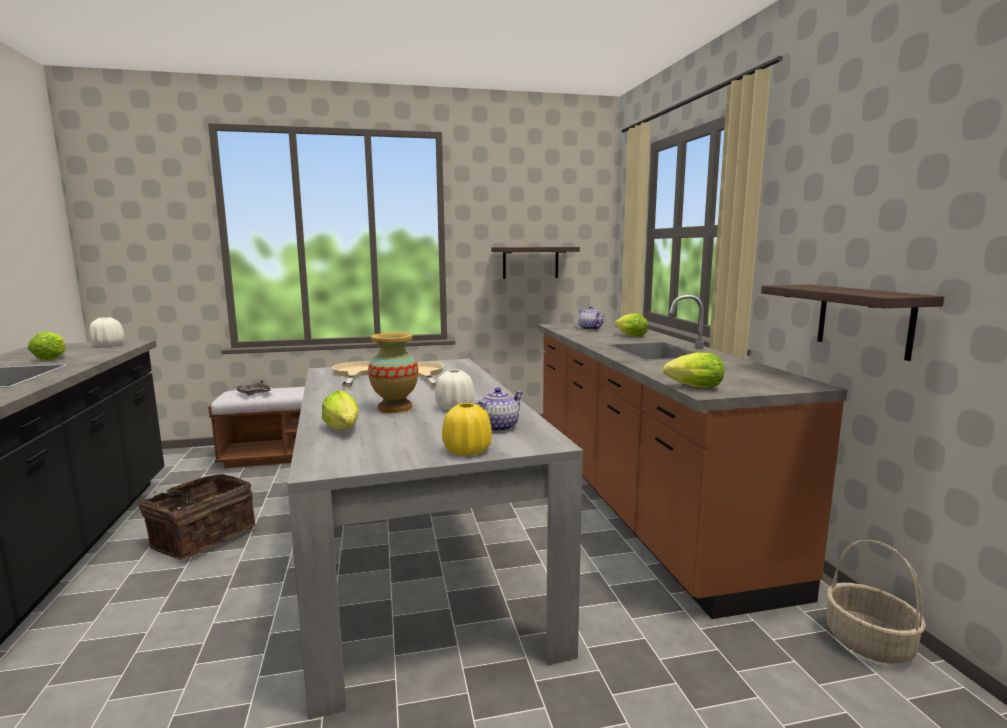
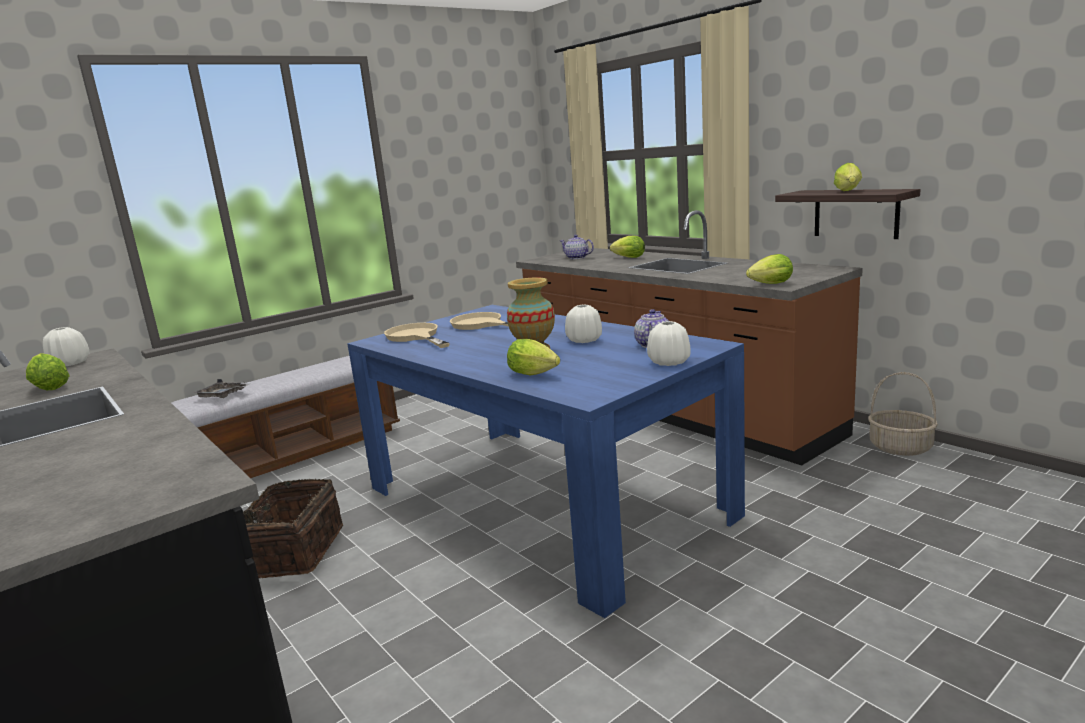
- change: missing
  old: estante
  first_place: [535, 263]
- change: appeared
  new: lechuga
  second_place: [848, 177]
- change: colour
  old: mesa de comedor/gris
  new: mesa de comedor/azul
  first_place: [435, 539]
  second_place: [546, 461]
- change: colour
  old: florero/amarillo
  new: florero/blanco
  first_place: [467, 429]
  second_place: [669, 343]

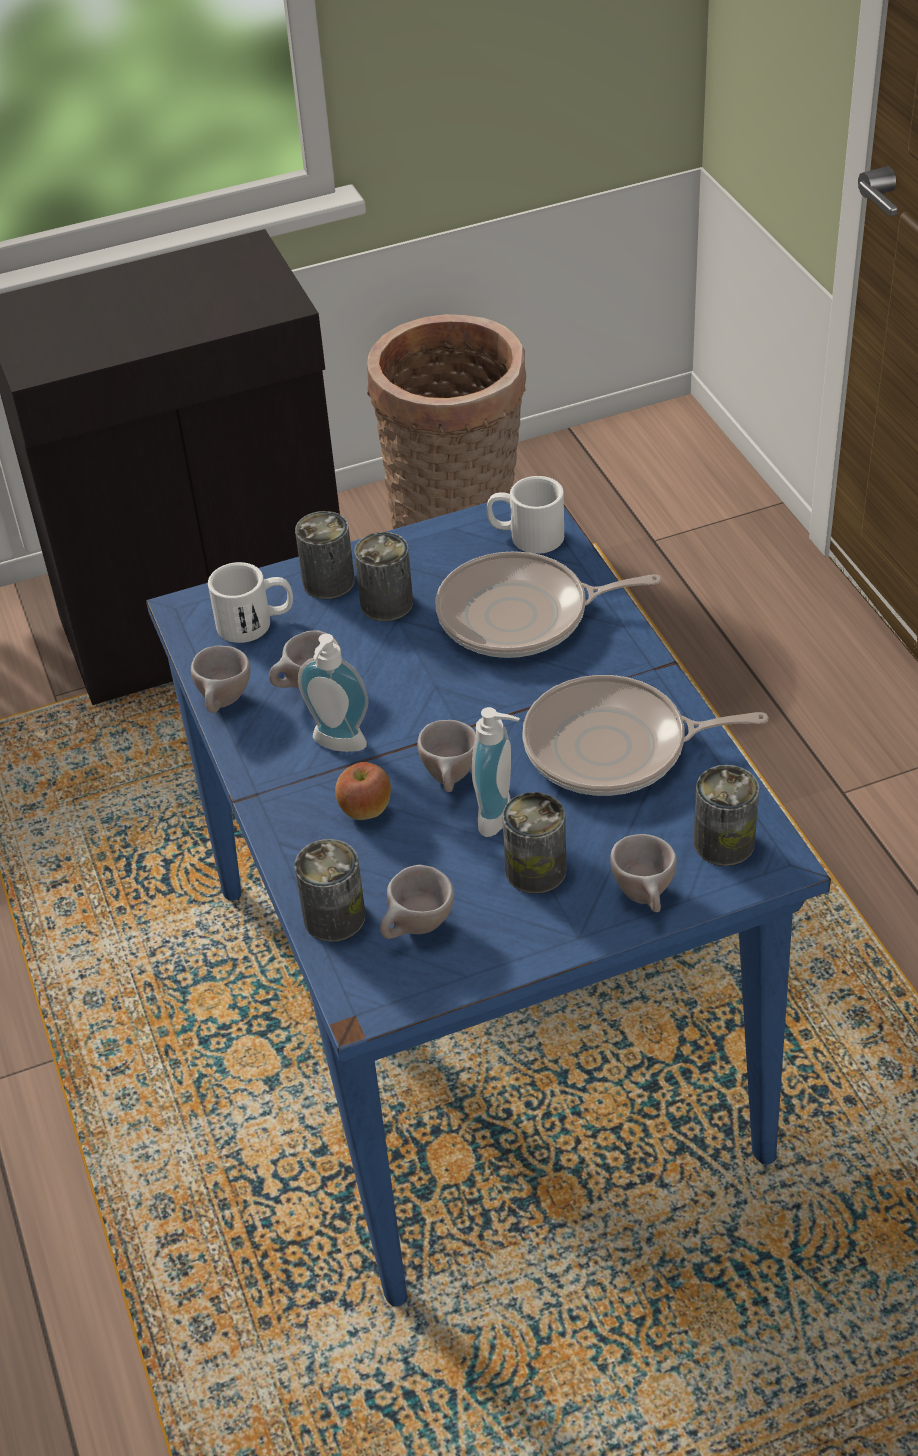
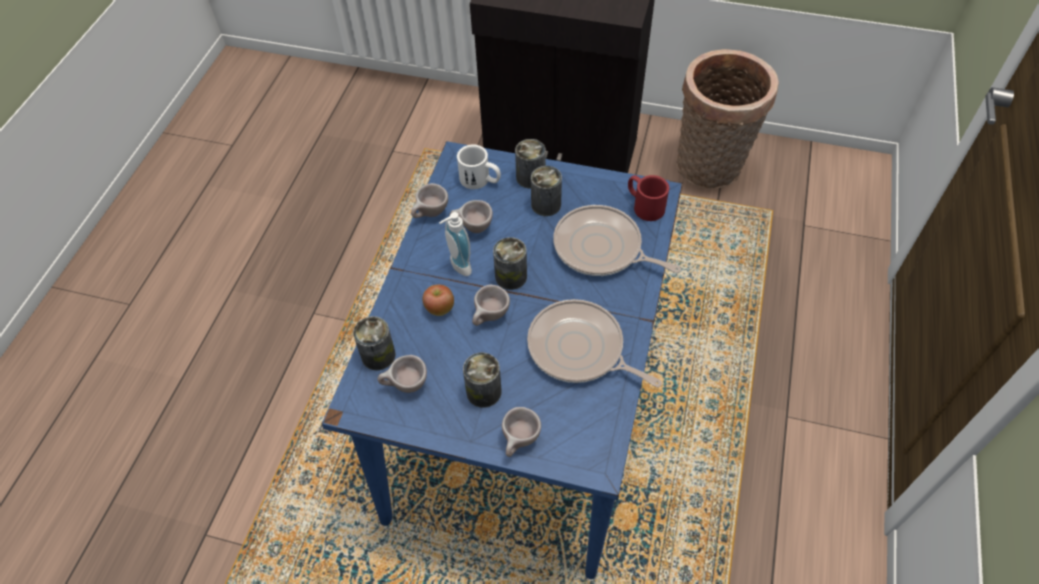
- change: missing
  old: dispensador de jabón
  first_place: [496, 772]
- change: relocated
  old: lata
  first_place: [726, 815]
  second_place: [510, 263]
- change: colour
  old: taza grande/blanco
  new: taza grande/rojo
  first_place: [525, 515]
  second_place: [648, 198]

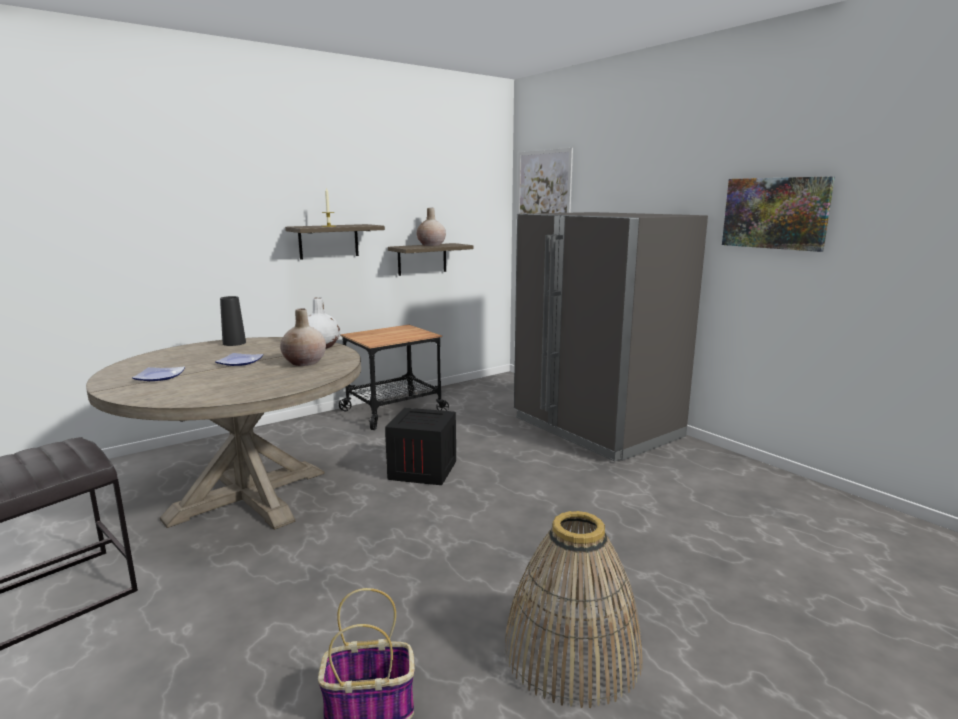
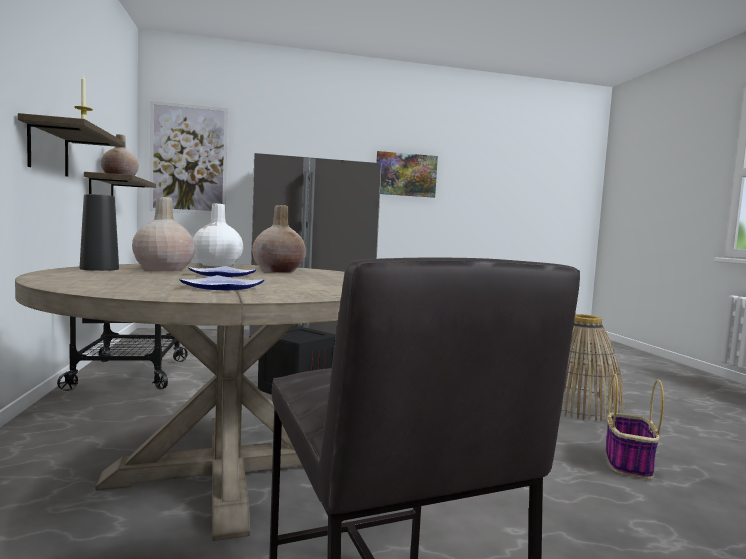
- change: appeared
  new: florero/beis
  second_place: [163, 234]

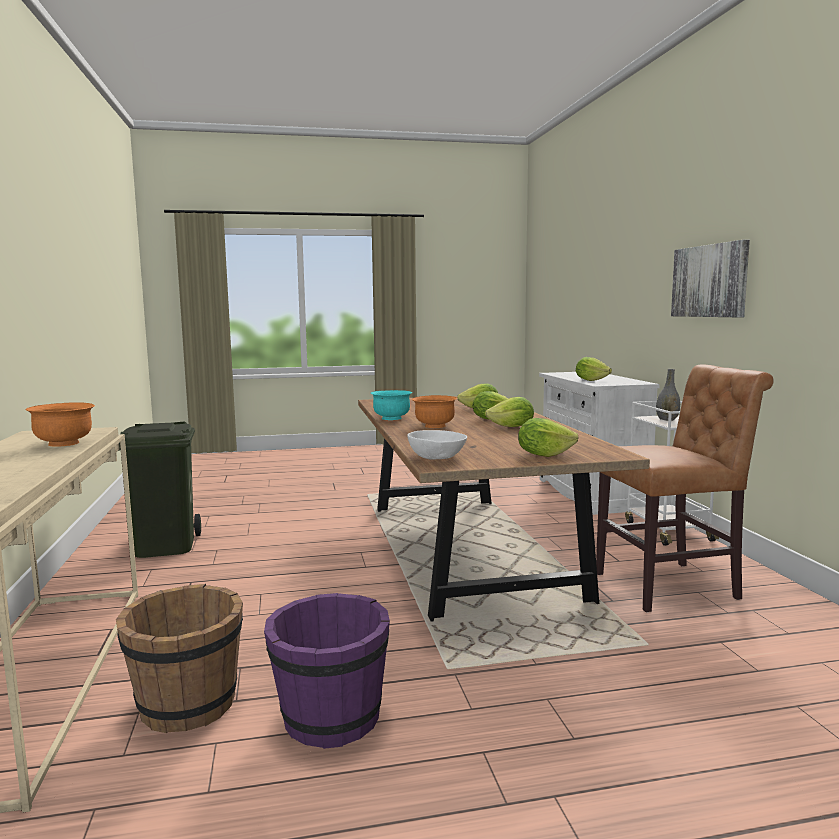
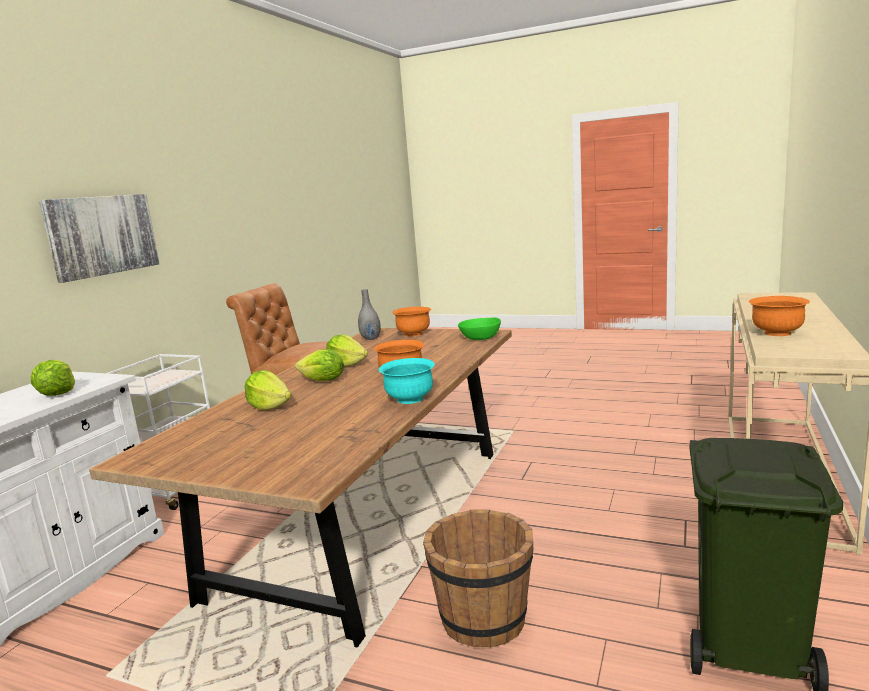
- change: missing
  old: cubo/morado
  first_place: [327, 671]
- change: relocated
  old: cubo/marrón
  first_place: [179, 658]
  second_place: [478, 578]
- change: relocated
  old: florero/gris
  first_place: [668, 395]
  second_place: [369, 314]
- change: exchanged
  old: lechuga
  new: cuenco/naranja
  first_place: [548, 437]
  second_place: [411, 321]
- change: colour
  old: cuenco/blanco
  new: cuenco/verde
  first_place: [437, 444]
  second_place: [479, 328]

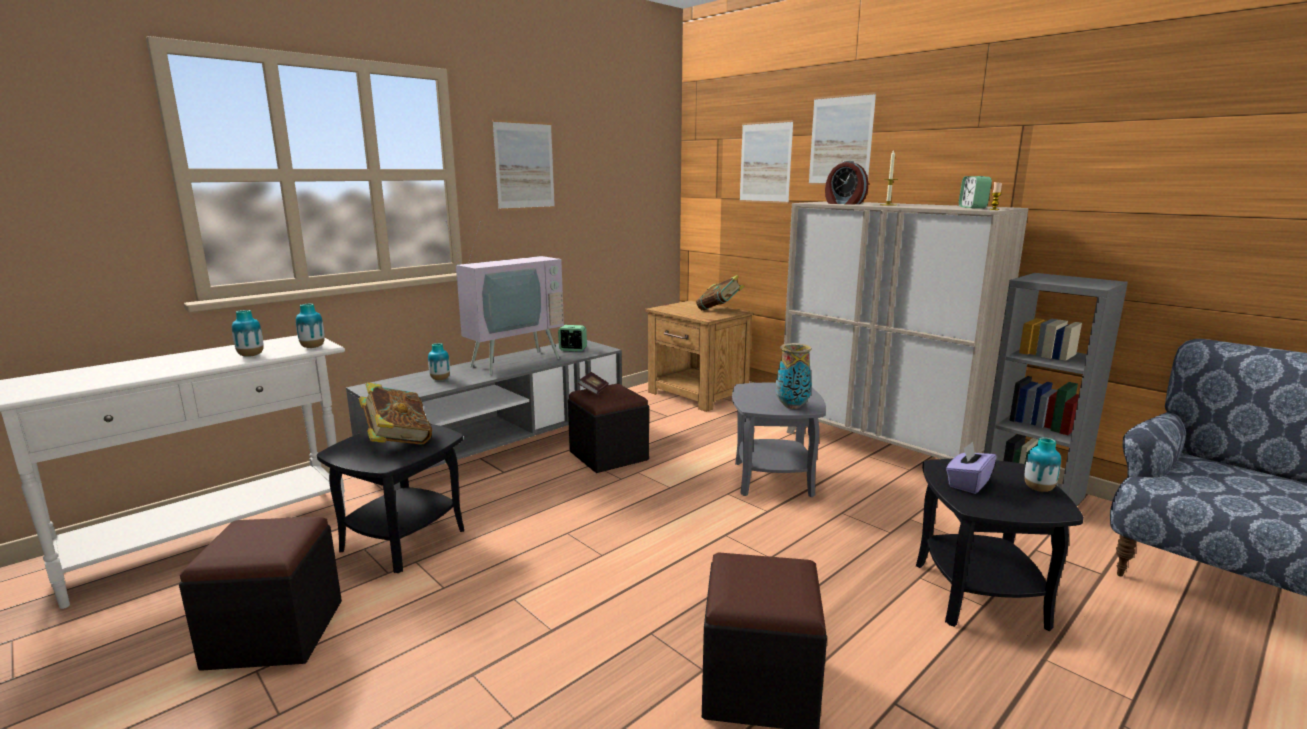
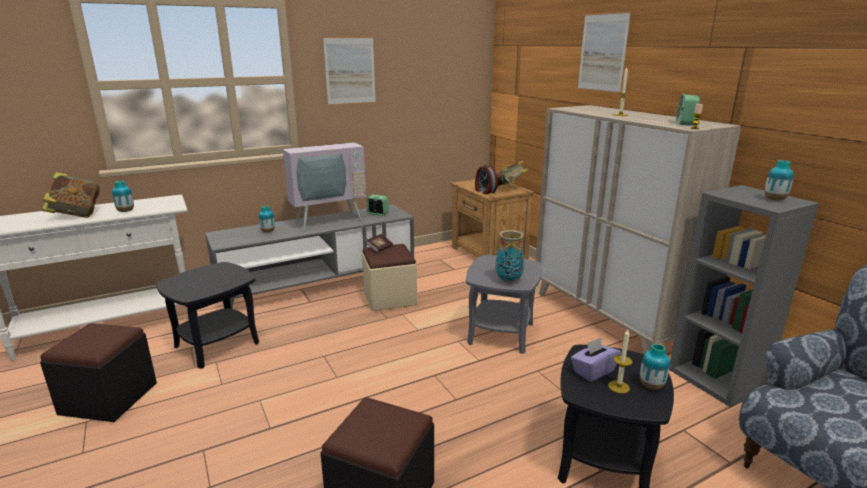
- change: missing
  old: cuadro
  first_place: [766, 162]
- change: appeared
  new: vela
  second_place: [620, 361]
- change: relocated
  old: florero
  first_place: [310, 326]
  second_place: [779, 180]
- change: relocated
  old: libro
  first_place: [395, 413]
  second_place: [71, 195]
- change: relocated
  old: despertador
  first_place: [846, 183]
  second_place: [486, 179]
- change: colour
  old: puf/negro
  new: puf/beis
  first_place: [608, 428]
  second_place: [389, 277]

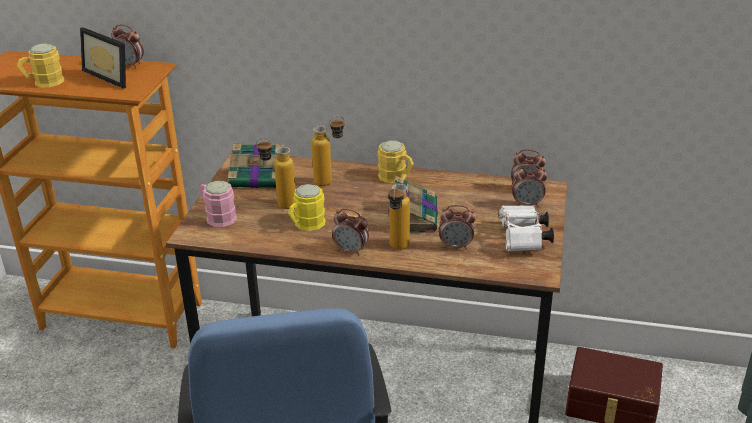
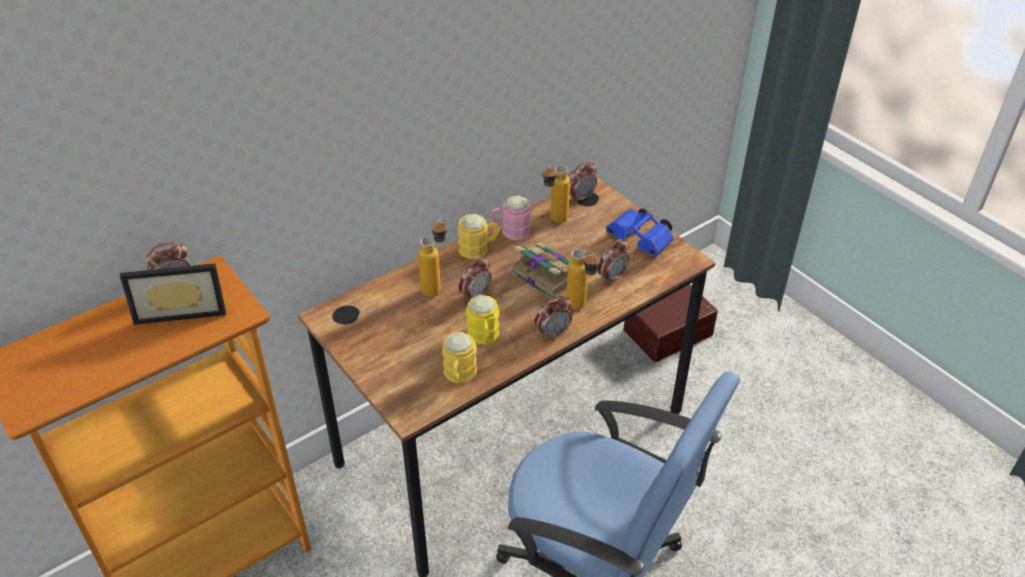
- change: missing
  old: libro
  first_place: [256, 166]
- change: relocated
  old: taza grande/amarillo
  first_place: [40, 65]
  second_place: [459, 357]
- change: relocated
  old: taza grande/rosa
  first_place: [218, 204]
  second_place: [511, 218]
- change: relocated
  old: botella
  first_place: [275, 173]
  second_place: [556, 193]
- change: relocated
  old: despertador
  first_place: [529, 185]
  second_place: [475, 278]
- change: colour
  old: prismáticos/blanco
  new: prismáticos/azul
  first_place: [526, 228]
  second_place: [640, 233]

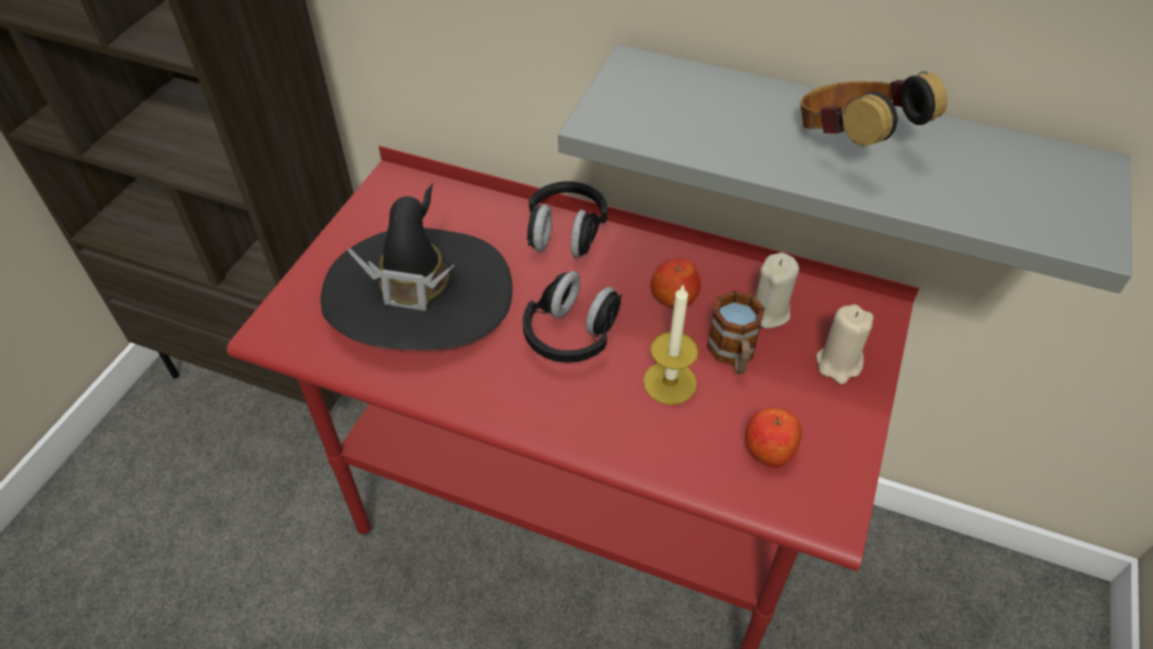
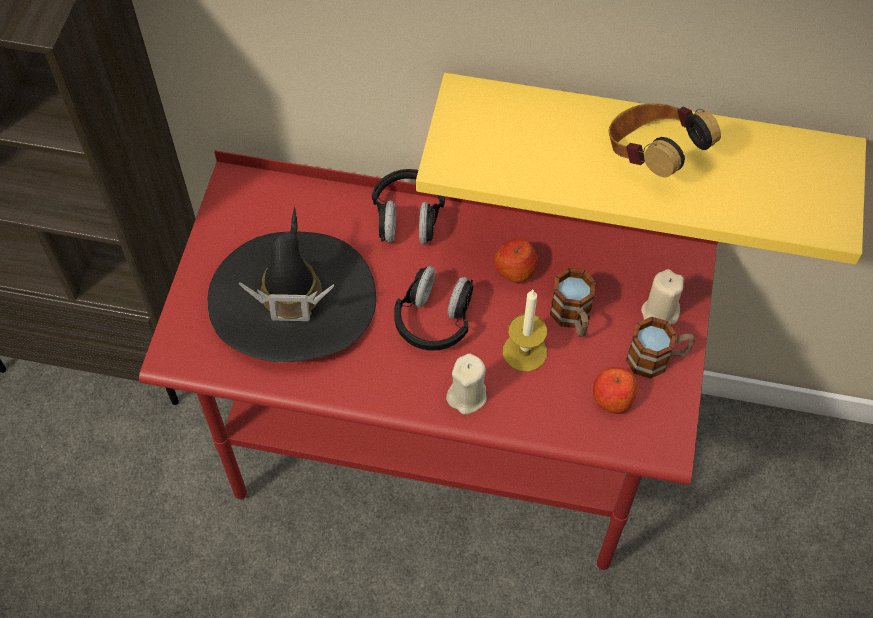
- change: appeared
  new: taza grande
  second_place: [660, 348]
- change: relocated
  old: vela/beis
  first_place: [777, 290]
  second_place: [466, 384]
- change: colour
  old: estante/gris
  new: estante/amarillo
  first_place: [845, 168]
  second_place: [641, 169]

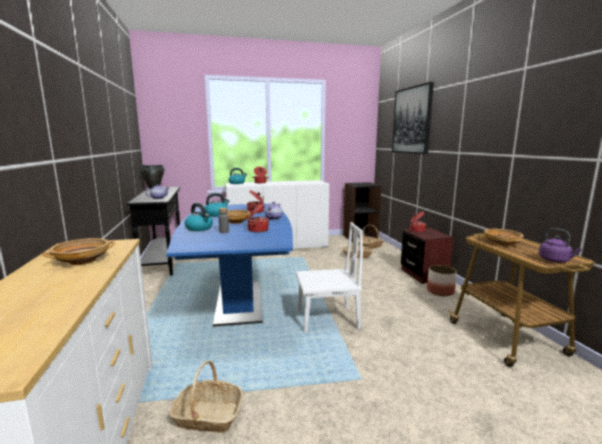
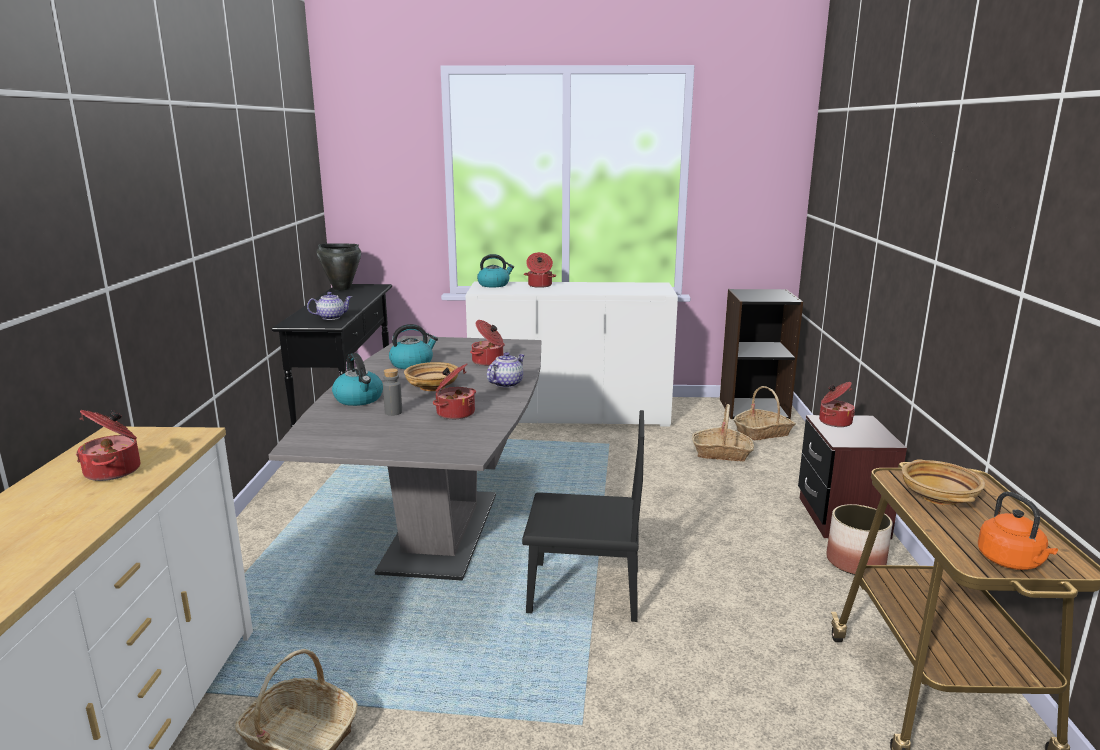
- change: missing
  old: cuadro
  first_place: [413, 118]
- change: exchanged
  old: cuenco/beis
  new: olla
  first_place: [78, 251]
  second_place: [108, 445]
- change: colour
  old: mesa de comedor/azul
  new: mesa de comedor/gris
  first_place: [229, 265]
  second_place: [405, 458]
- change: colour
  old: silla/blanco
  new: silla/negro
  first_place: [329, 277]
  second_place: [583, 516]
- change: colour
  old: hervidor/morado
  new: hervidor/naranja
  first_place: [560, 245]
  second_place: [1018, 531]

